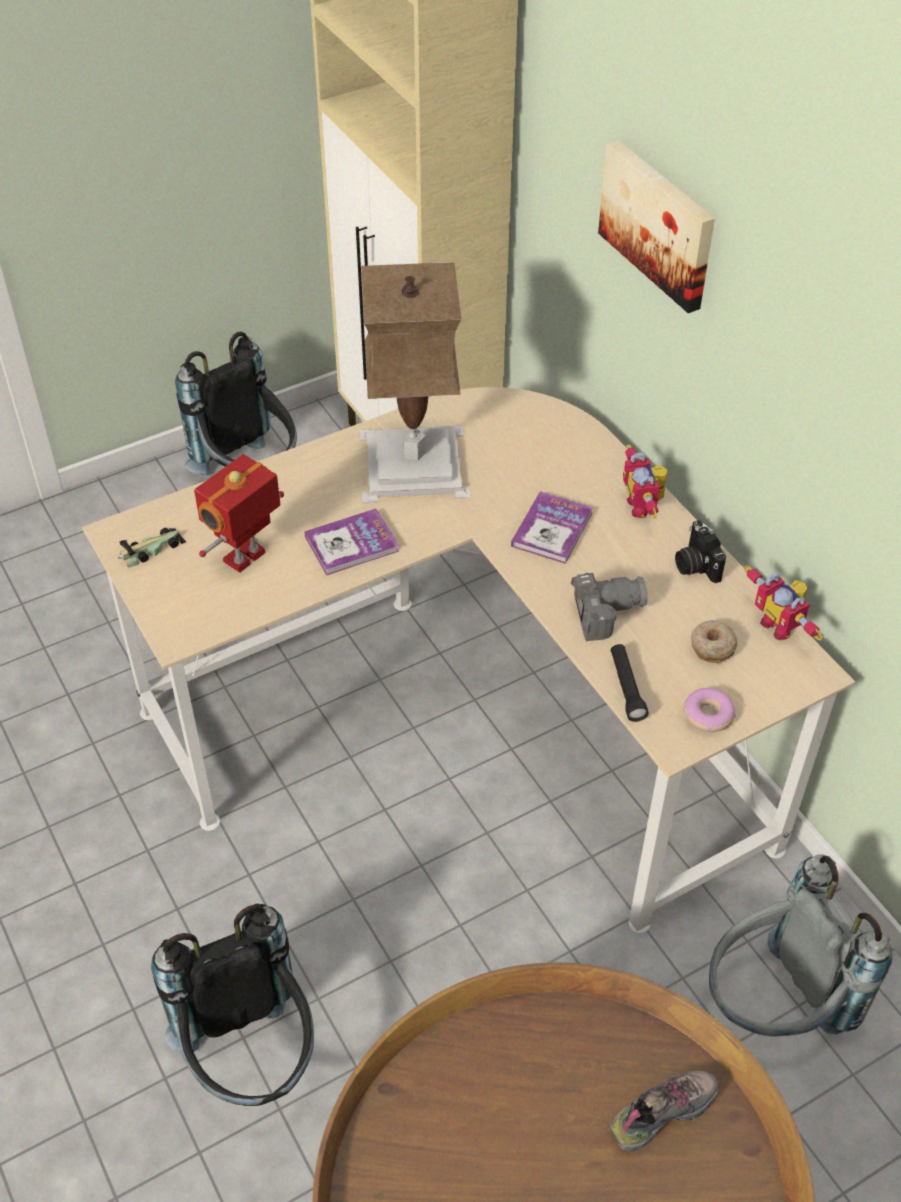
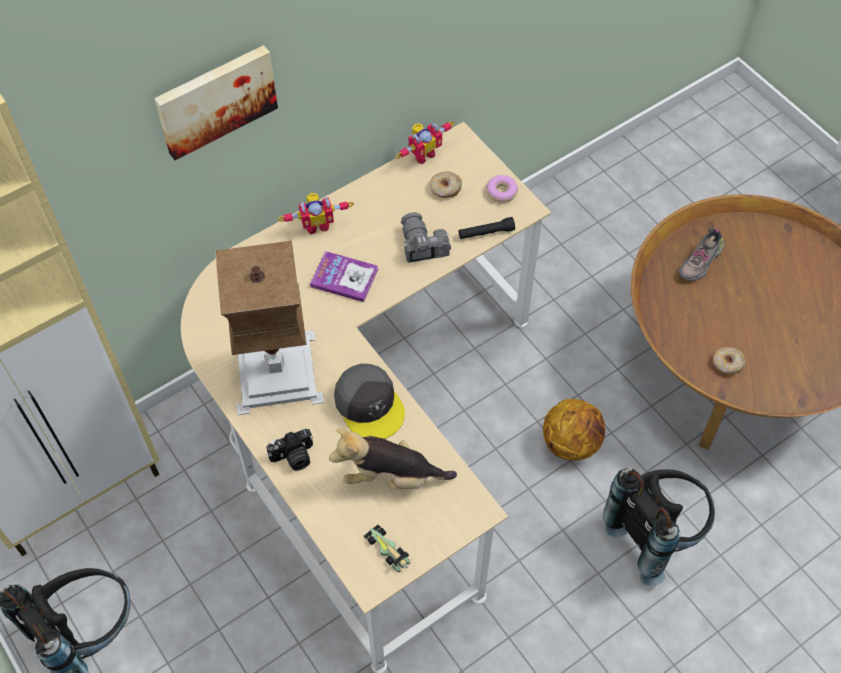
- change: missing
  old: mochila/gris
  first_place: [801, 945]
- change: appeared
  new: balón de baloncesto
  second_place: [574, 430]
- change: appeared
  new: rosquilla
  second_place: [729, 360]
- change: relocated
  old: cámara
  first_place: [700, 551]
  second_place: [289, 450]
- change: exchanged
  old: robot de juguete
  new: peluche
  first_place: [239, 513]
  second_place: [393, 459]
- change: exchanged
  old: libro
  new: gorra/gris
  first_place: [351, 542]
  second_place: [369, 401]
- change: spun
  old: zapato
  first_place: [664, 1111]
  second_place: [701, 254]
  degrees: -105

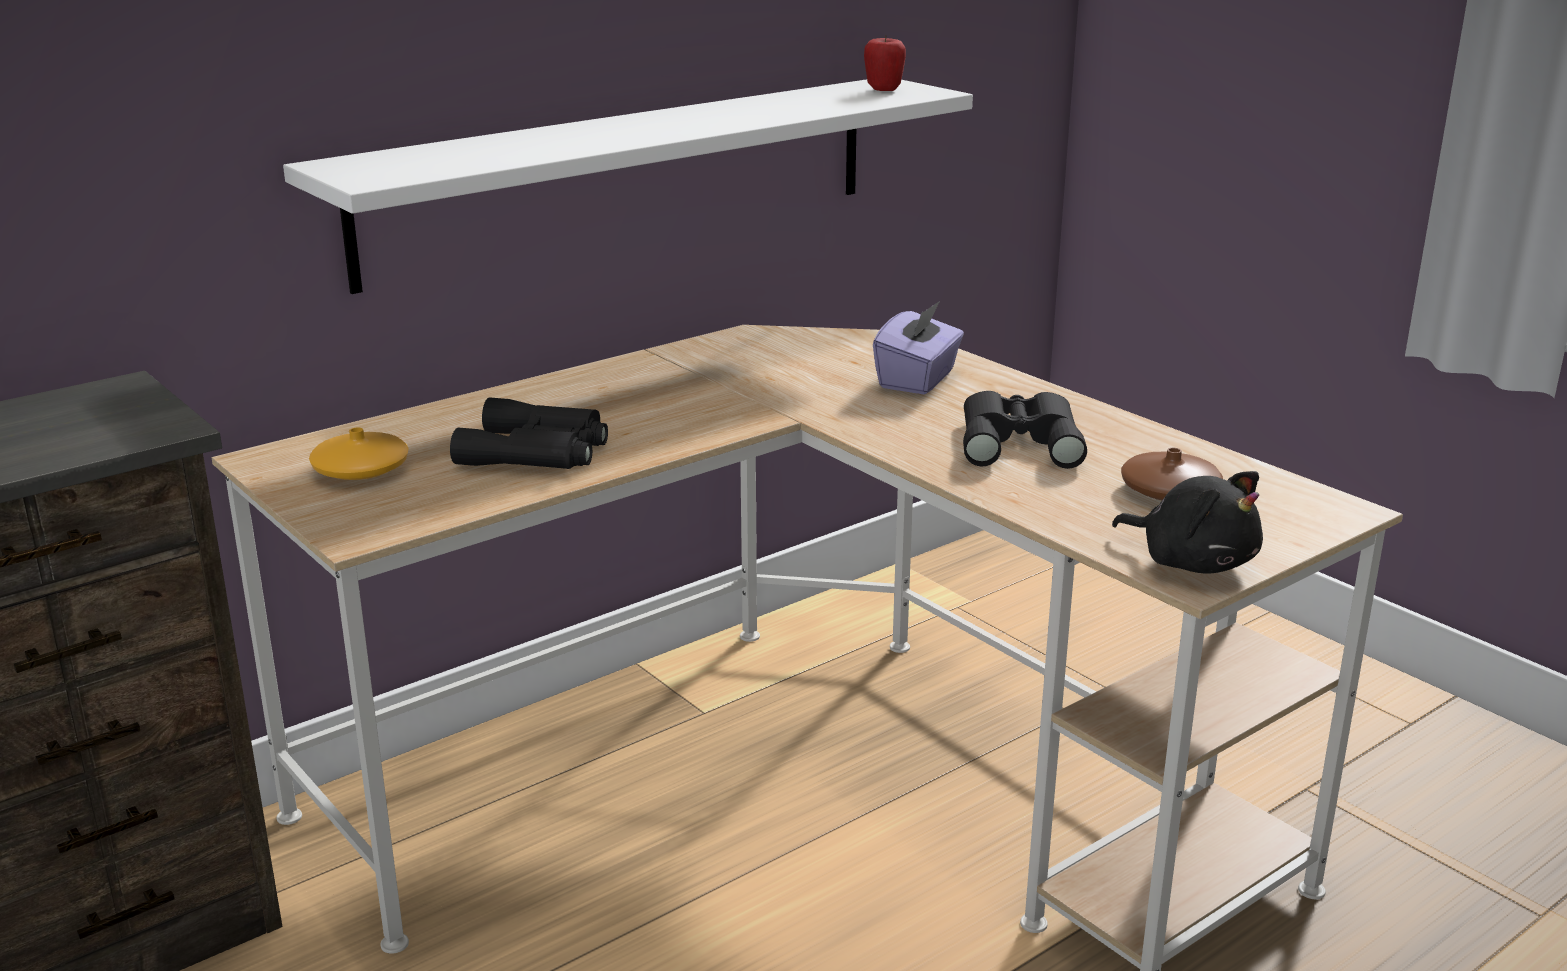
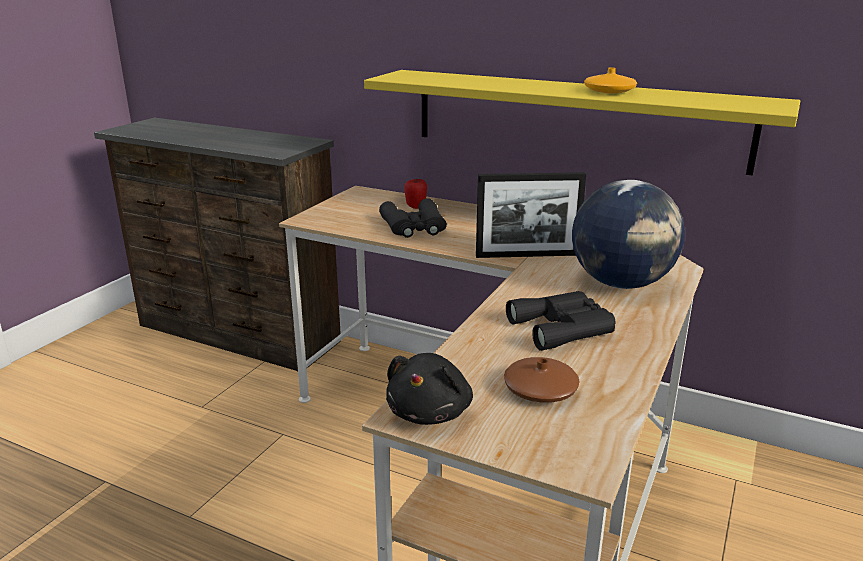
- change: appeared
  new: portarretratos
  second_place: [531, 215]
- change: relocated
  old: florero/naranja
  first_place: [359, 453]
  second_place: [610, 80]
- change: relocated
  old: manzana
  first_place: [885, 63]
  second_place: [415, 194]
- change: exchanged
  old: caja de pañuelos/morado
  new: globo terráqueo
  first_place: [918, 347]
  second_place: [628, 234]
- change: colour
  old: estante/blanco
  new: estante/amarillo
  first_place: [628, 186]
  second_place: [582, 123]

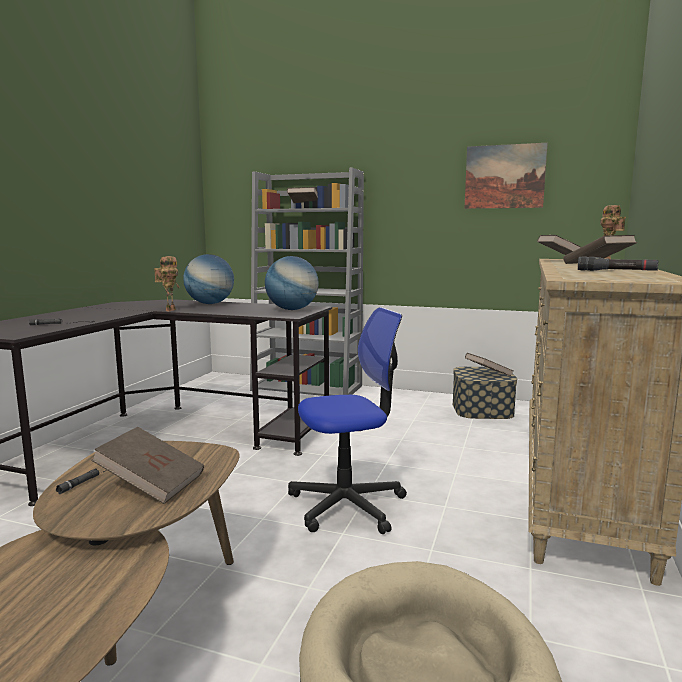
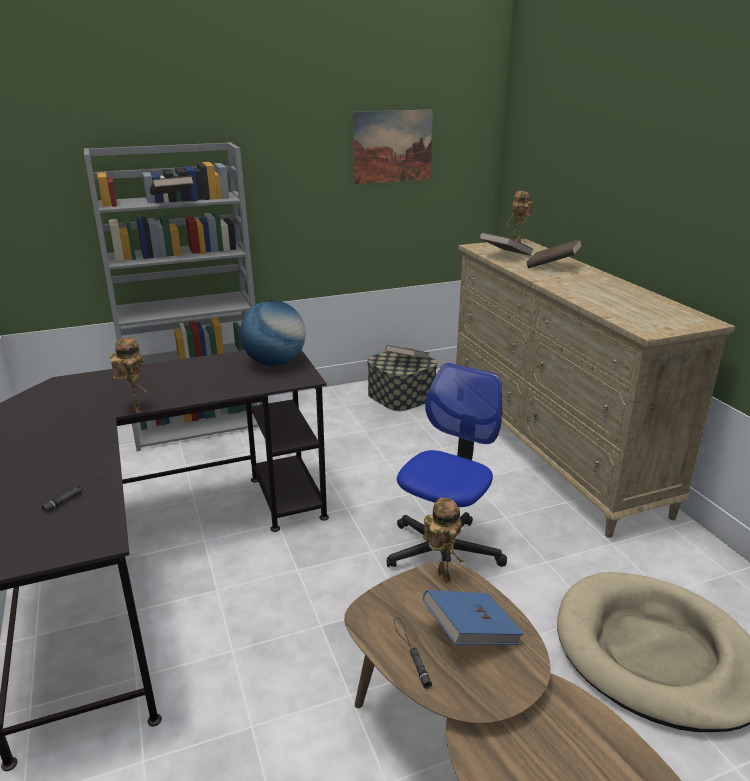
- change: missing
  old: globo terráqueo
  first_place: [208, 279]
- change: missing
  old: linterna/negro
  first_place: [618, 264]
- change: appeared
  new: robot de juguete
  second_place: [443, 540]
- change: colour
  old: libro/marrón
  new: libro/azul
  first_place: [147, 465]
  second_place: [473, 617]

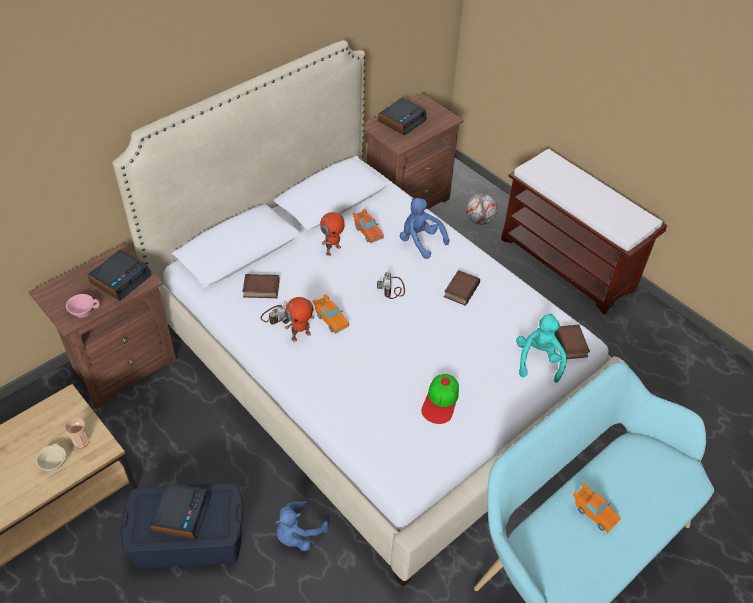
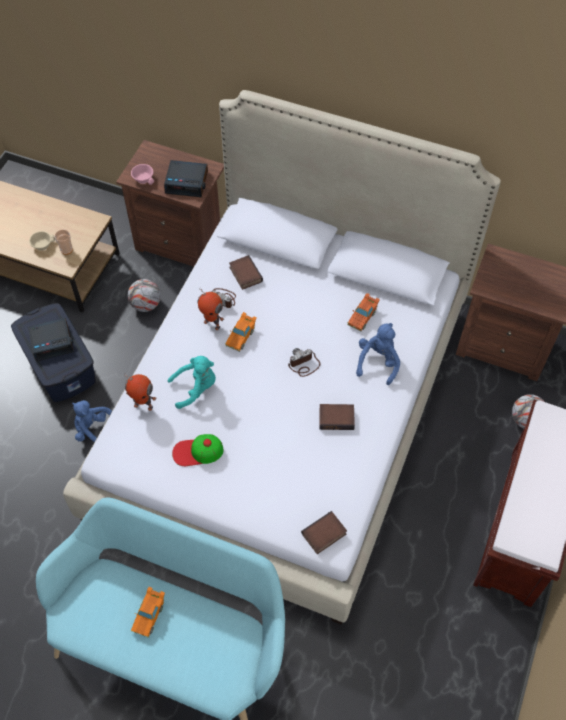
- change: missing
  old: despertador
  first_place: [402, 116]
- change: appeared
  new: balón de fútbol
  second_place: [144, 295]
- change: relocated
  old: robot de juguete
  first_place: [332, 234]
  second_place: [140, 392]
- change: relocated
  old: peluche/turquesa
  first_place: [541, 348]
  second_place: [191, 382]

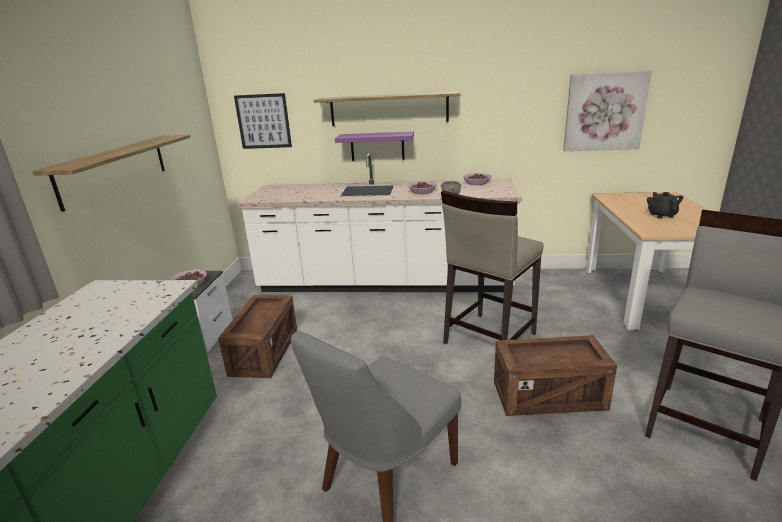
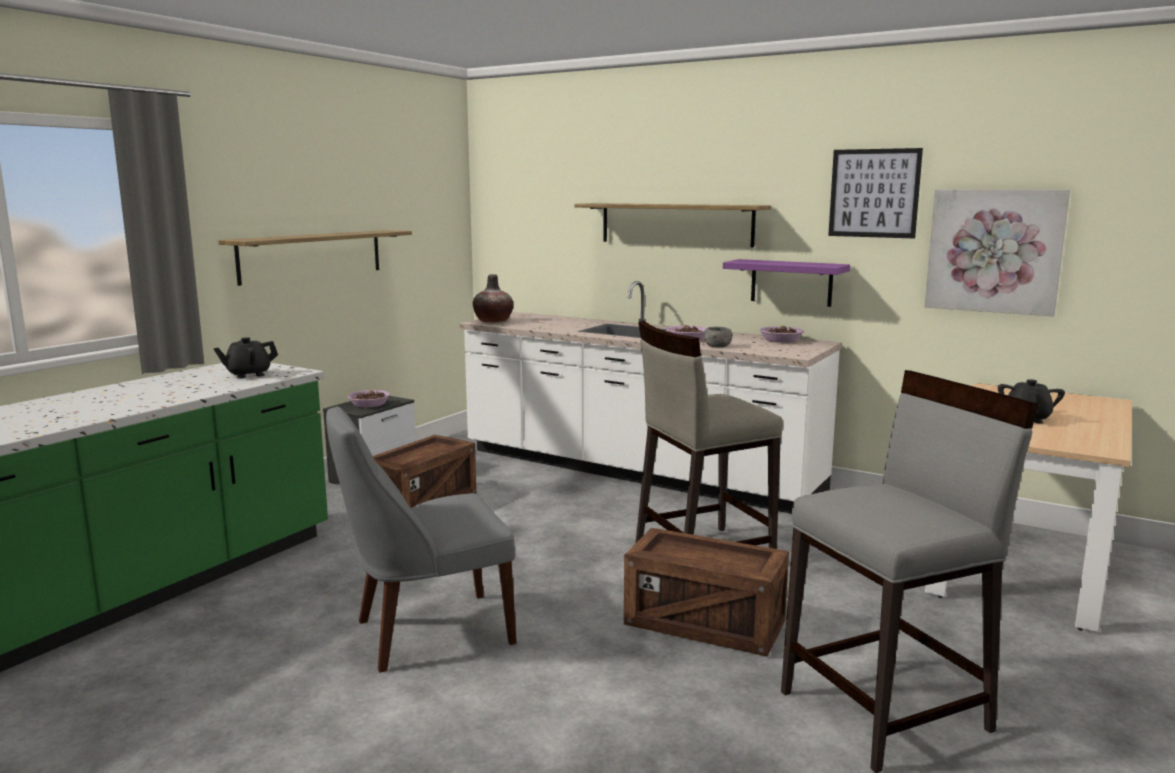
- change: appeared
  new: tetera/negro
  second_place: [245, 358]
- change: appeared
  new: florero
  second_place: [493, 298]
- change: relocated
  old: cuadro
  first_place: [263, 121]
  second_place: [875, 193]
- change: relocated
  old: estante/morado
  first_place: [374, 146]
  second_place: [786, 283]

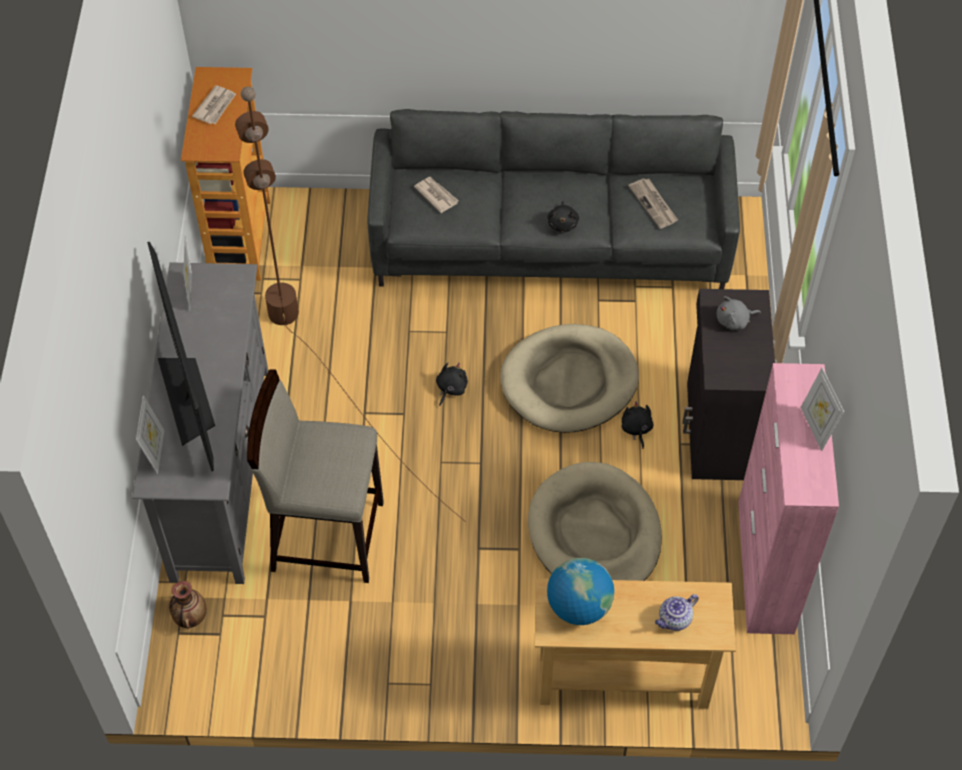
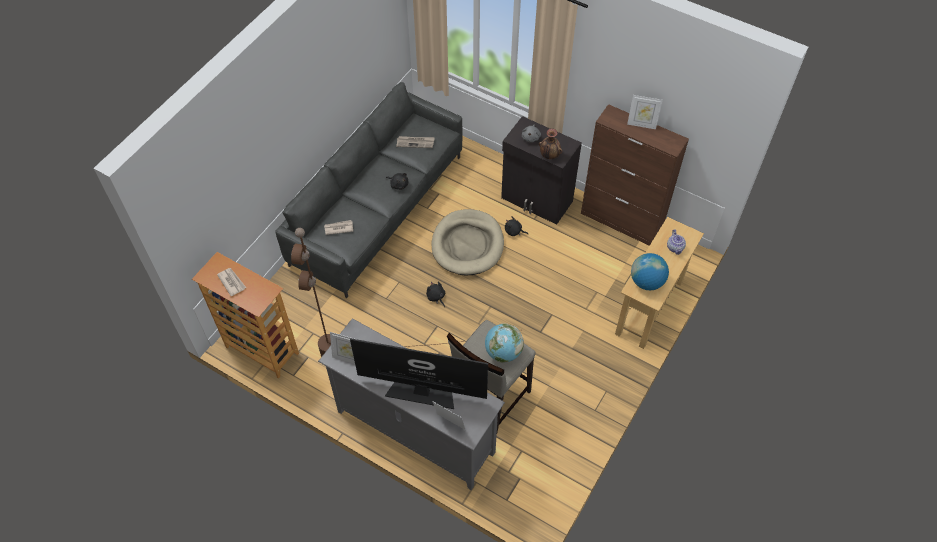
- change: missing
  old: cama para perro/beis
  first_place: [595, 521]
- change: appeared
  new: globo terráqueo
  second_place: [504, 343]
- change: relocated
  old: florero
  first_place: [188, 605]
  second_place: [551, 144]
- change: colour
  old: armario/rosa
  new: armario/marrón
  first_place: [788, 498]
  second_place: [635, 175]

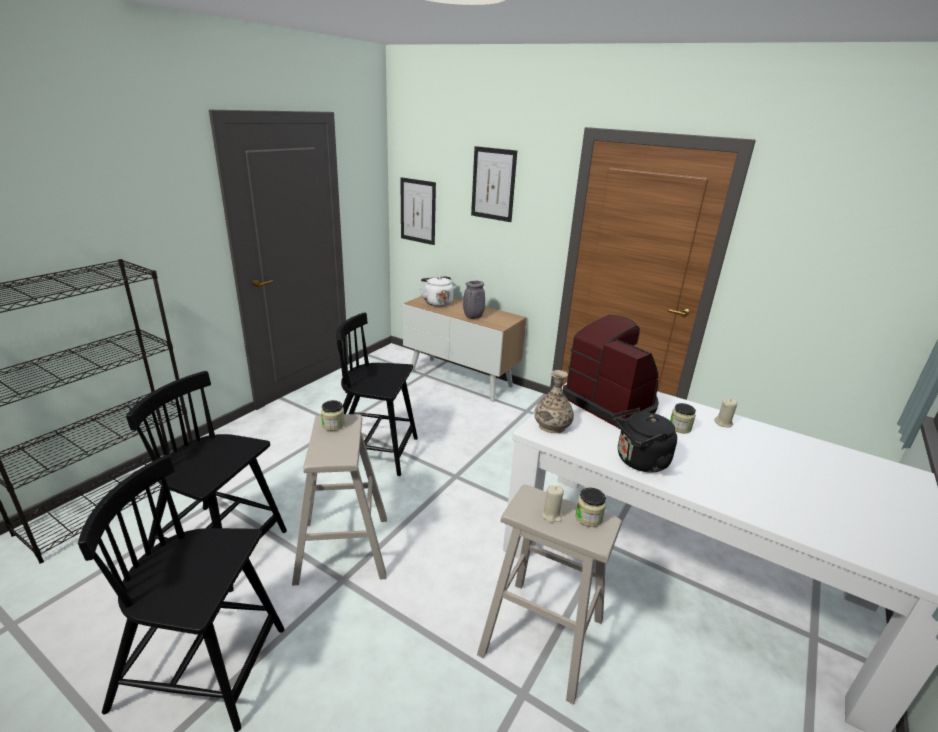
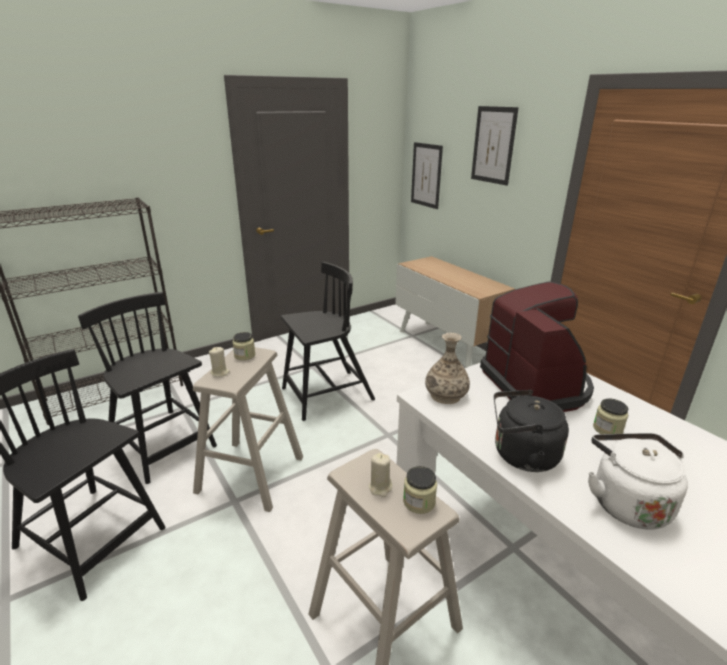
- change: missing
  old: florero/gris
  first_place: [474, 300]
- change: relocated
  old: hervidor/blanco
  first_place: [436, 291]
  second_place: [638, 481]
- change: relocated
  old: vela/beis
  first_place: [725, 413]
  second_place: [219, 362]
- change: spun
  old: silla/negro
  first_place: [377, 394]
  second_place: [328, 341]
  degrees: 120

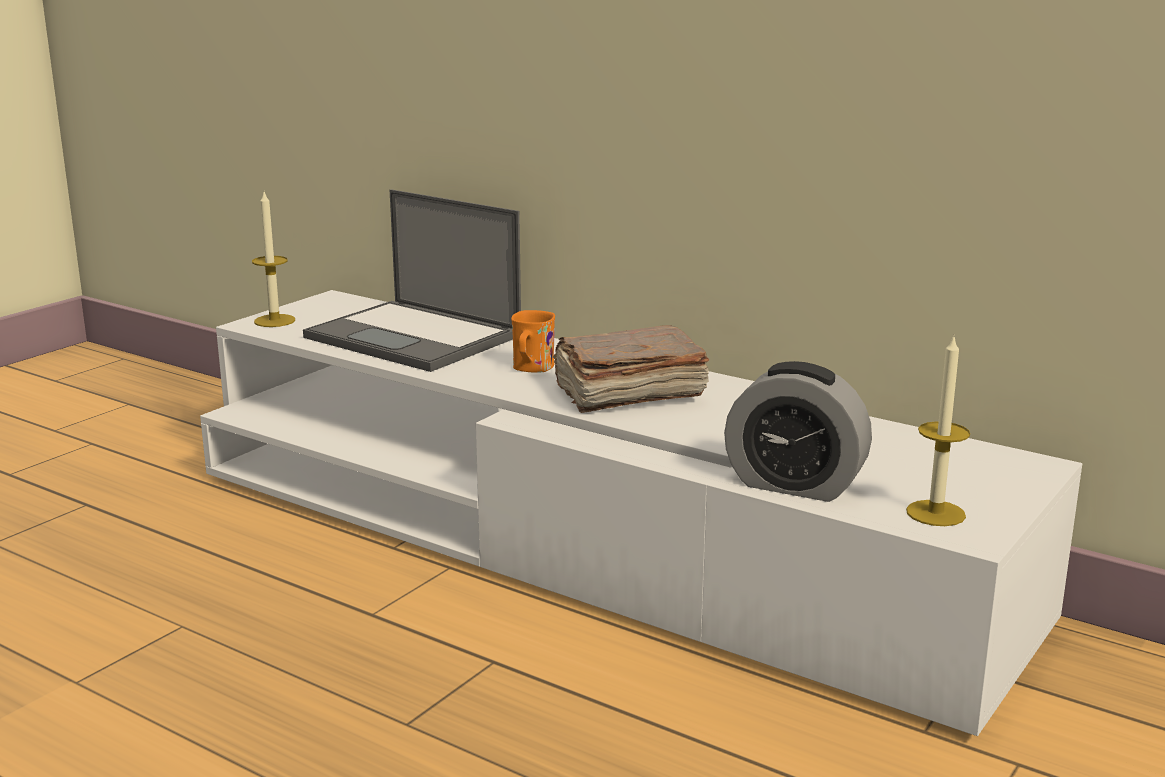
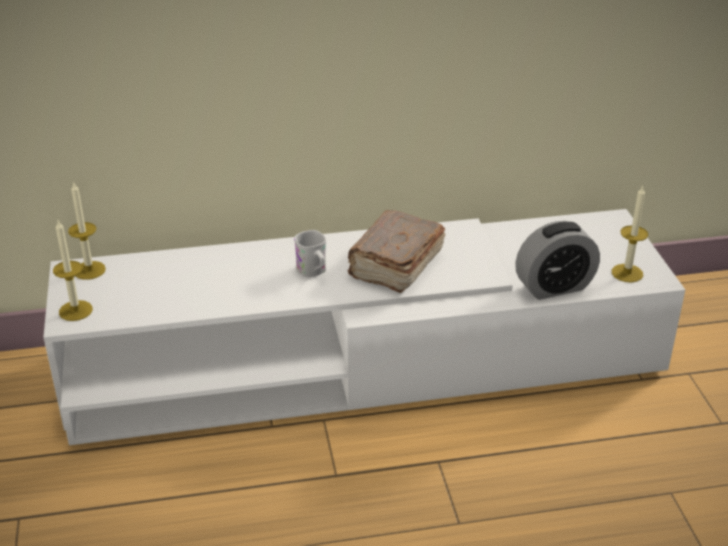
- change: missing
  old: portátil
  first_place: [412, 280]
- change: appeared
  new: vela
  second_place: [87, 230]
- change: colour
  old: taza grande/naranja
  new: taza grande/blanco
  first_place: [533, 341]
  second_place: [310, 253]

